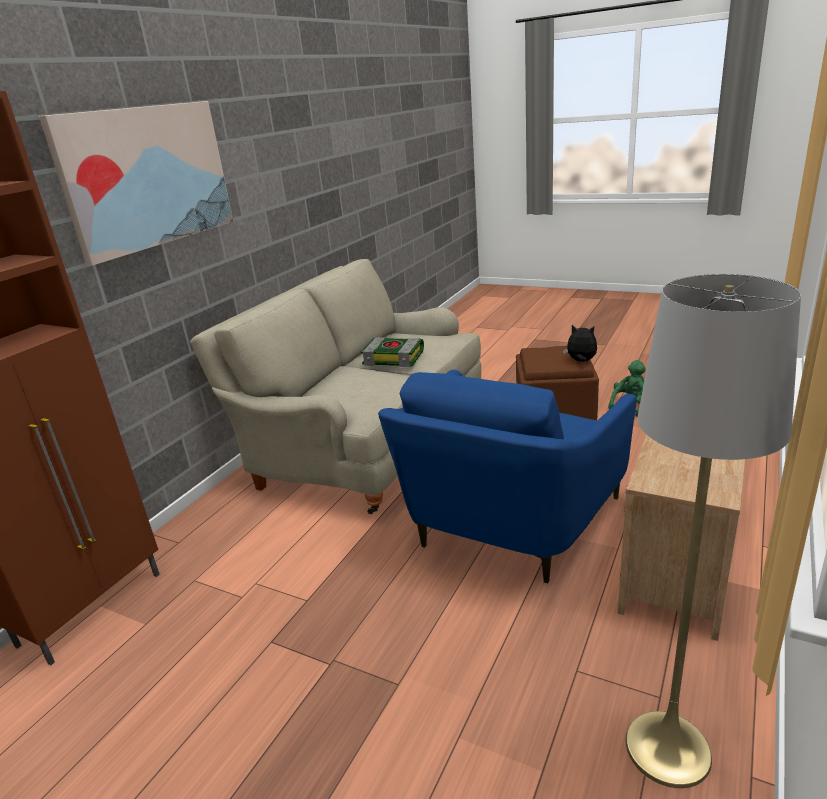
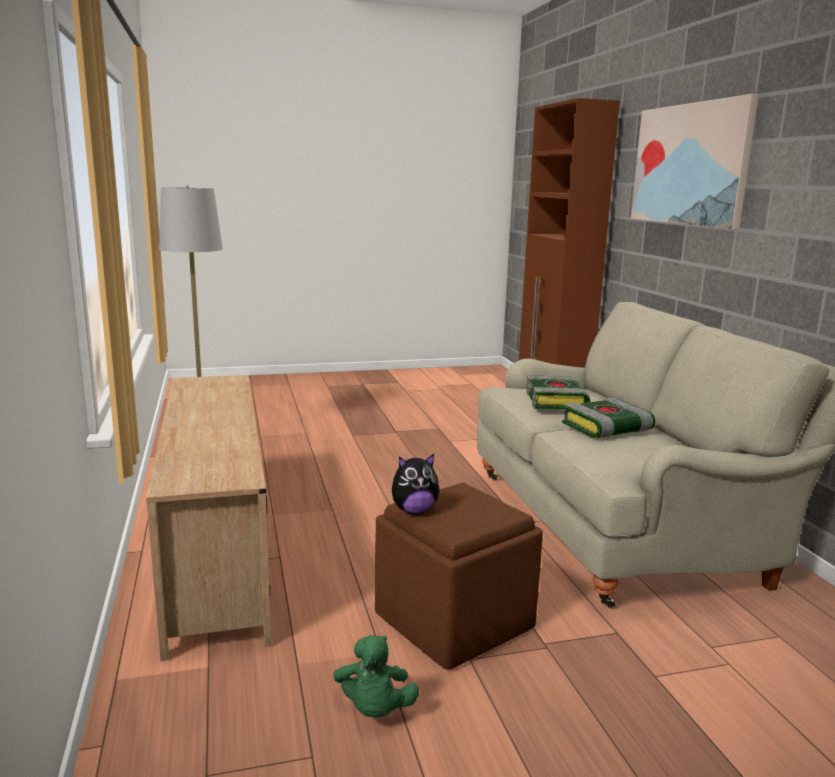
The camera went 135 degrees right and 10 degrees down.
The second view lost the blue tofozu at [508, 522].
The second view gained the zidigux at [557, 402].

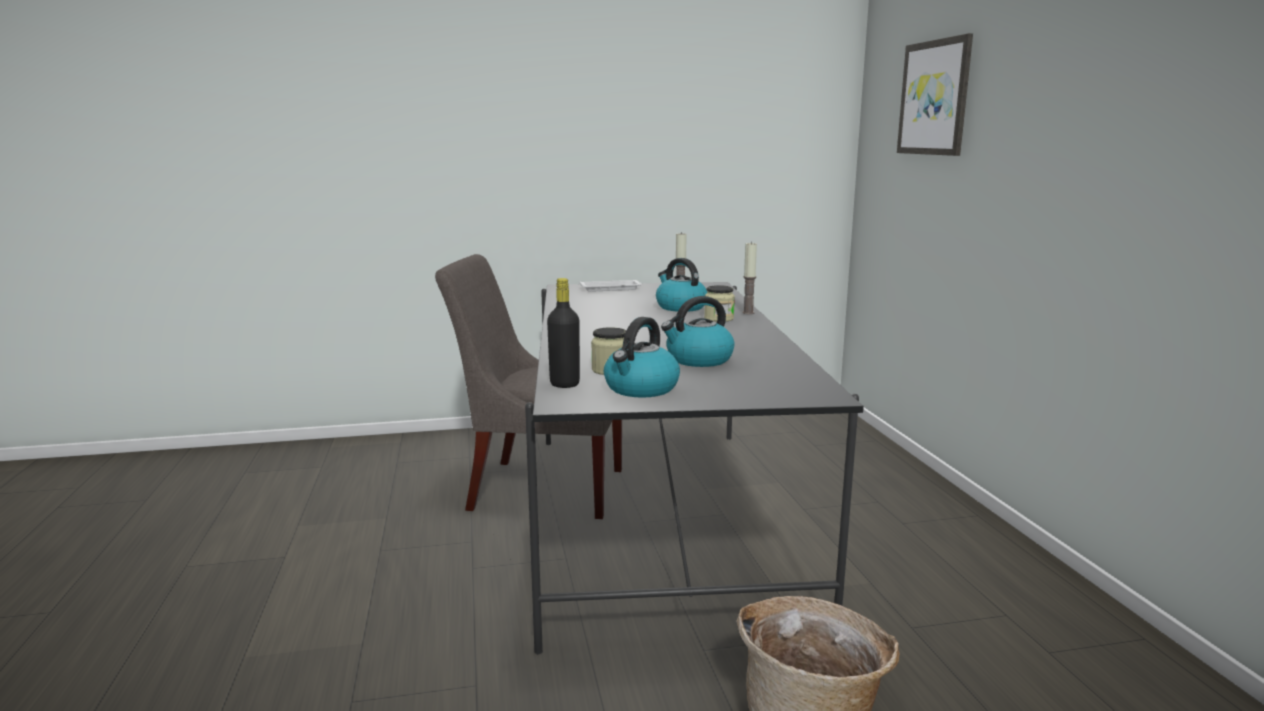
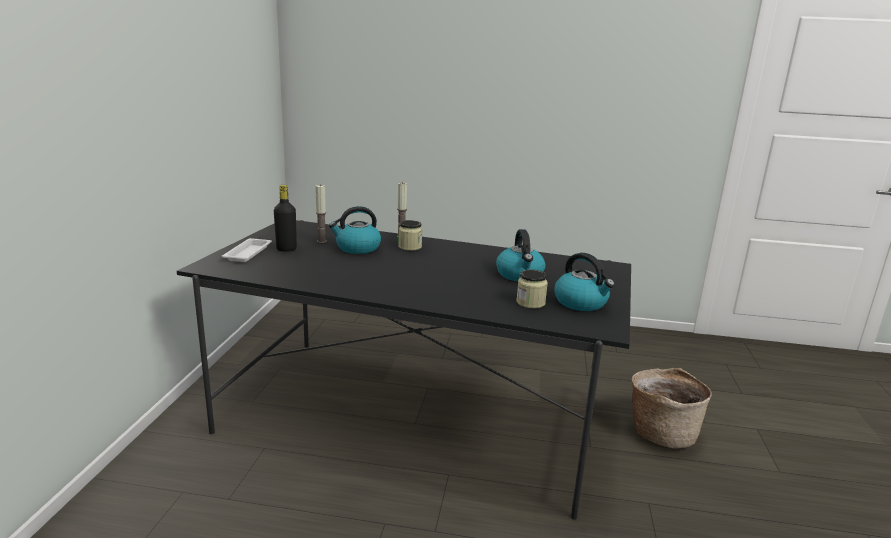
The camera went 70 degrees left and 5 degrees up.
The second view lost the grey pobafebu at [540, 487].
The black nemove ended up elsewhere, having gone from [564, 384] to [286, 249].
The second view lost the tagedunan at [935, 98].

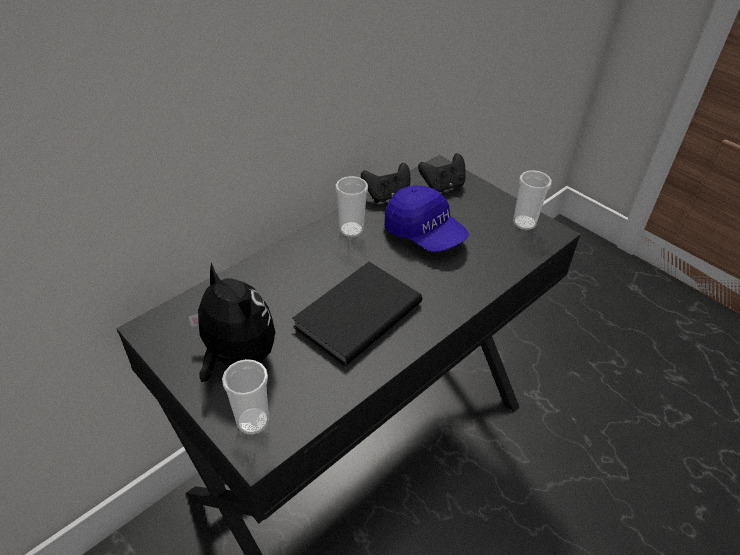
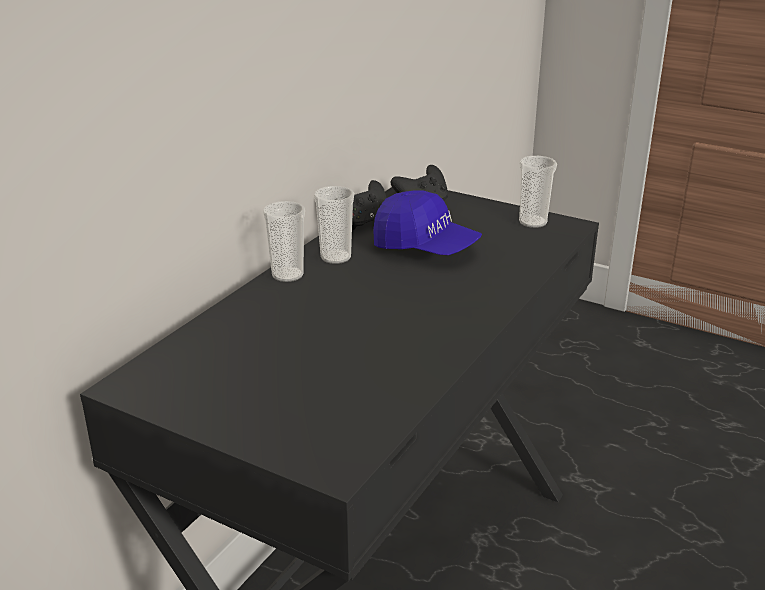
The camera went 15 degrees left and 15 degrees down.
The second view lost the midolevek at [236, 357].
The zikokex ended up elsewhere, having gone from [253, 421] to [287, 275].
The second view lost the black zidigux at [355, 314].

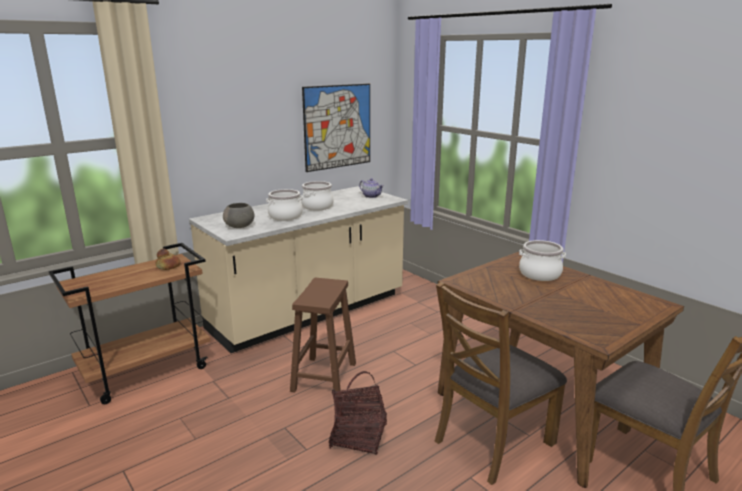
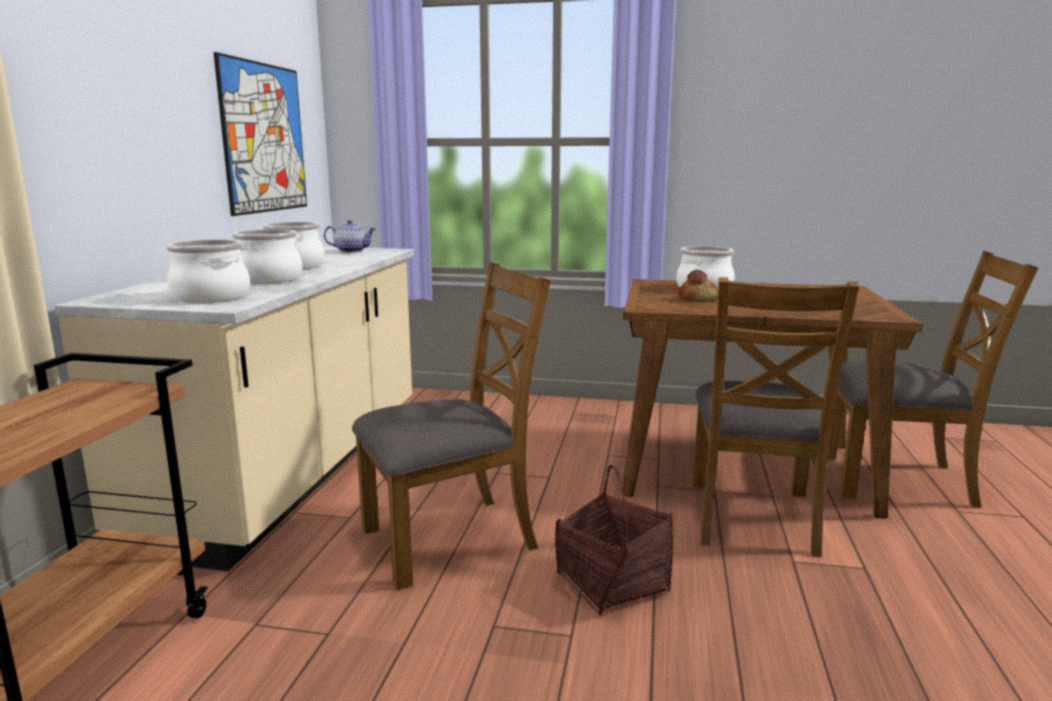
The camera went 40 degrees left and 5 degrees down.
The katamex ended up elsewhere, having gone from [168, 266] to [698, 298].
Where the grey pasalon stood at [240, 226], the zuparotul came to stand at [212, 297].
Where the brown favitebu stood at [324, 377], the brown pobafebu came to stand at [450, 538].

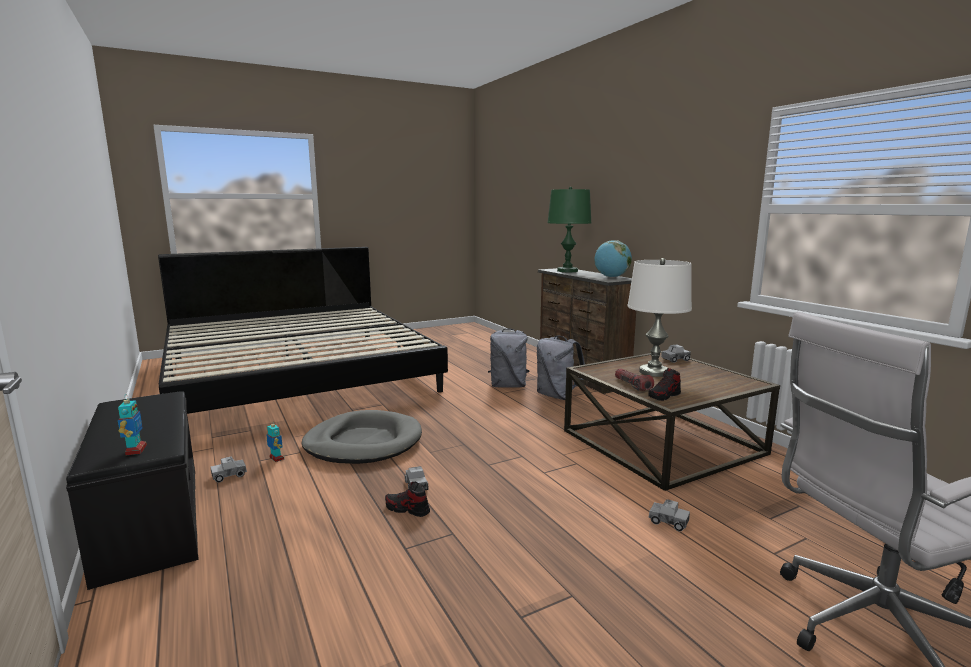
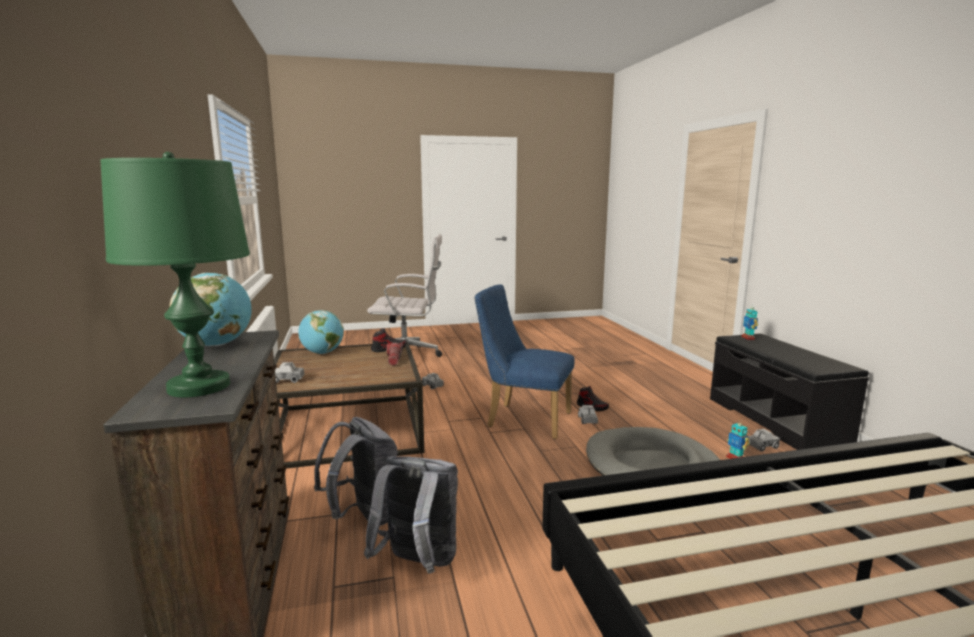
The camera went 165 degrees left and 0 degrees up.
The second view lost the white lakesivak at [654, 372].
The second view gained the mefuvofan at [322, 353].
The second view gained the blue pobafebu at [522, 419].

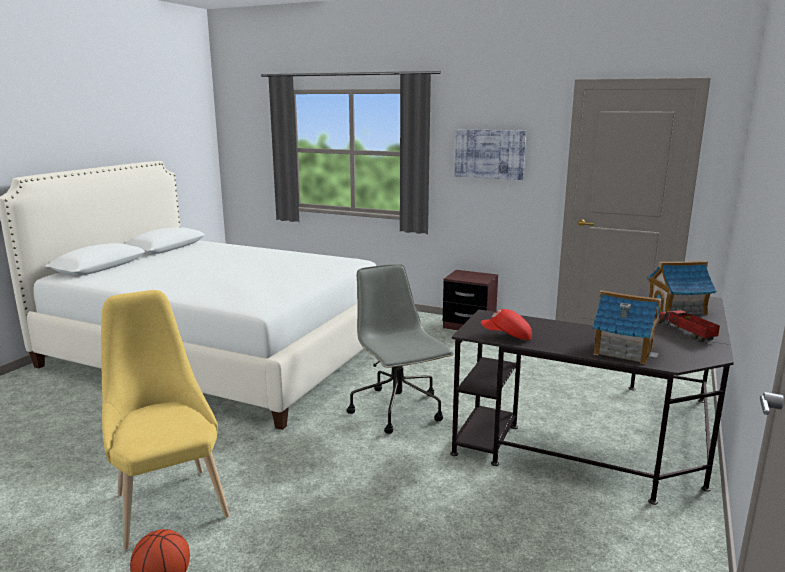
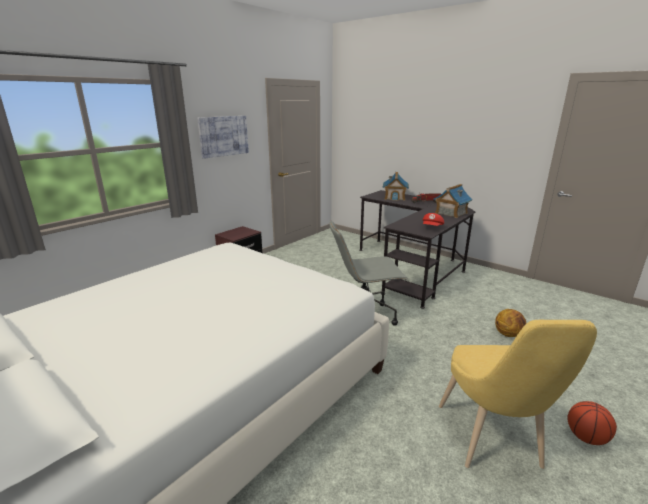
The camera went 75 degrees left and 5 degrees up.
The yellow pobafebu at [168, 501] ended up facing another way, 75 degrees counterclockwise from before.
The second view gained the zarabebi at [508, 334].

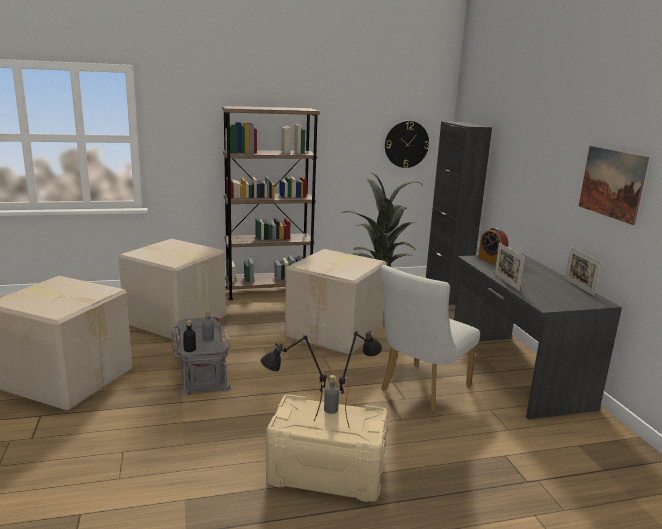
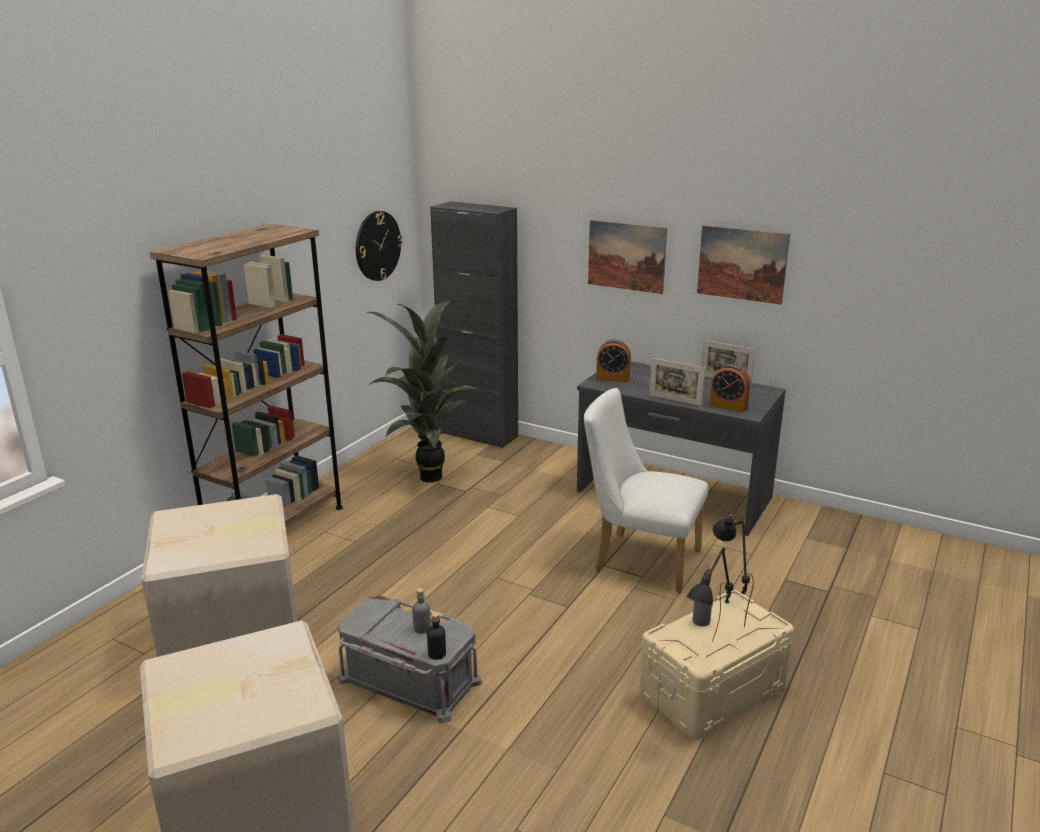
The camera went 45 degrees left and 5 degrees up.
The second view lost the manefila at [335, 333].
The white pobafebu at [421, 390] ended up facing another way, 120 degrees clockwise from before.
The second view gained the tagedunan at [626, 256].
The second view gained the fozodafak at [728, 406].

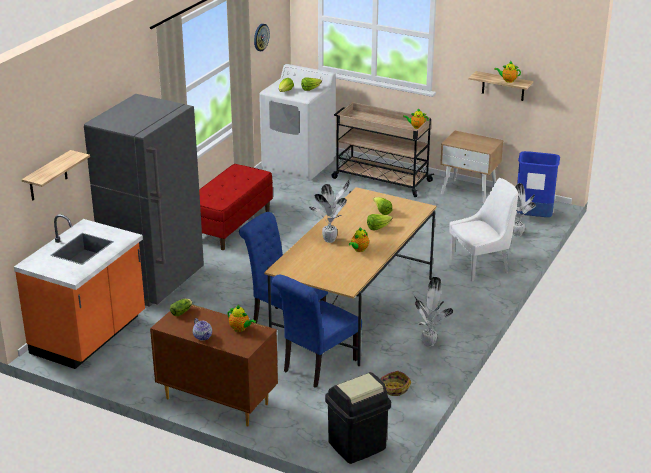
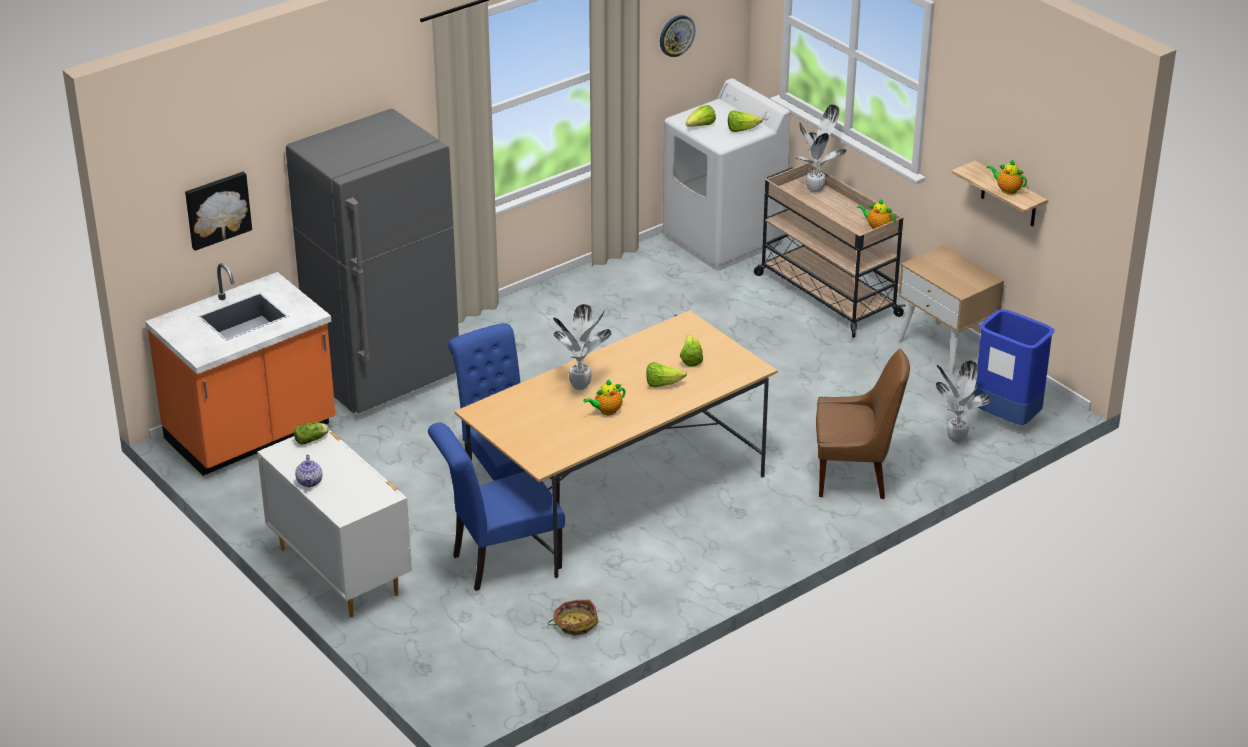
The camera went 25 degrees right and 5 degrees up.
Where the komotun hung at [48, 176], the tagedunan came to hang at [217, 209].
What was the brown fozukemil at [216, 400] turned into the white fozukemil at [339, 570].
The second view lost the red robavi at [230, 225].
The second view lost the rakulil at [240, 329].
The second view lost the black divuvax at [357, 446].
The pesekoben ended up elsewhere, having gone from [429, 343] to [816, 189].
What was the white pobafebu at [481, 266] turned into the brown pobafebu at [854, 476].

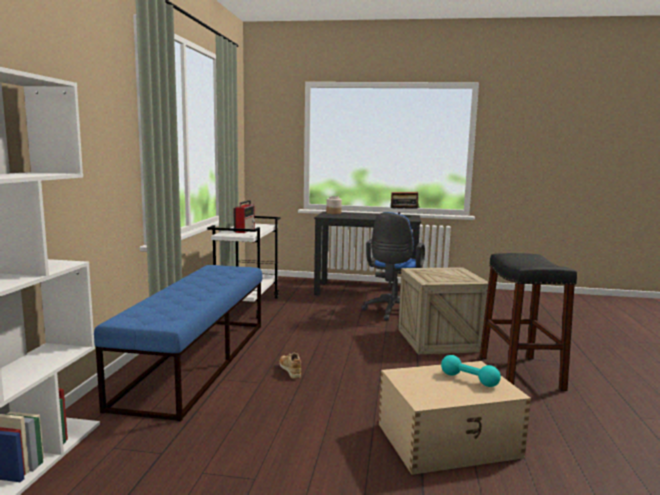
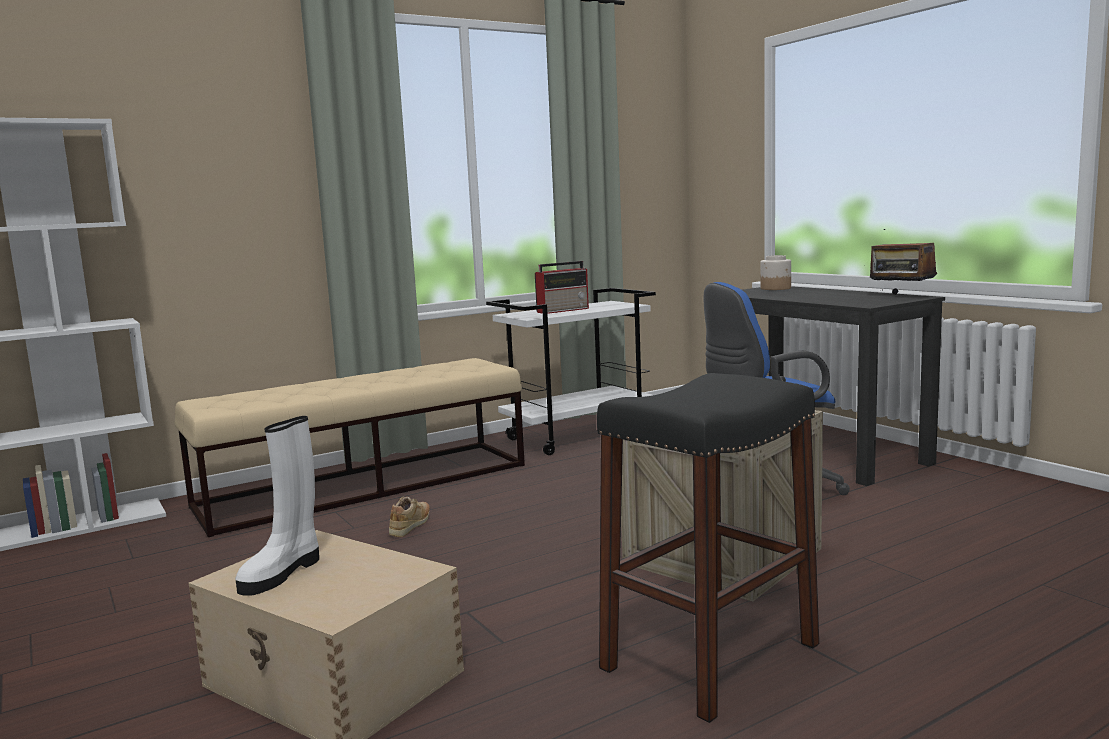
The camera went 50 degrees right and 0 degrees up.
What was the blue robavi at [197, 360] turned into the beige robavi at [365, 485].
The second view lost the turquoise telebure at [469, 380].
The second view gained the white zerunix at [282, 573].

